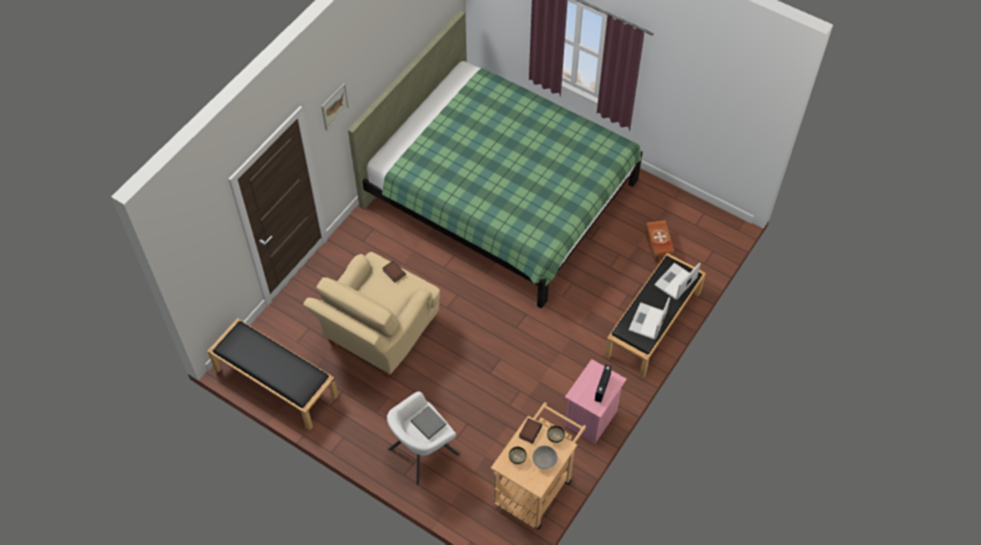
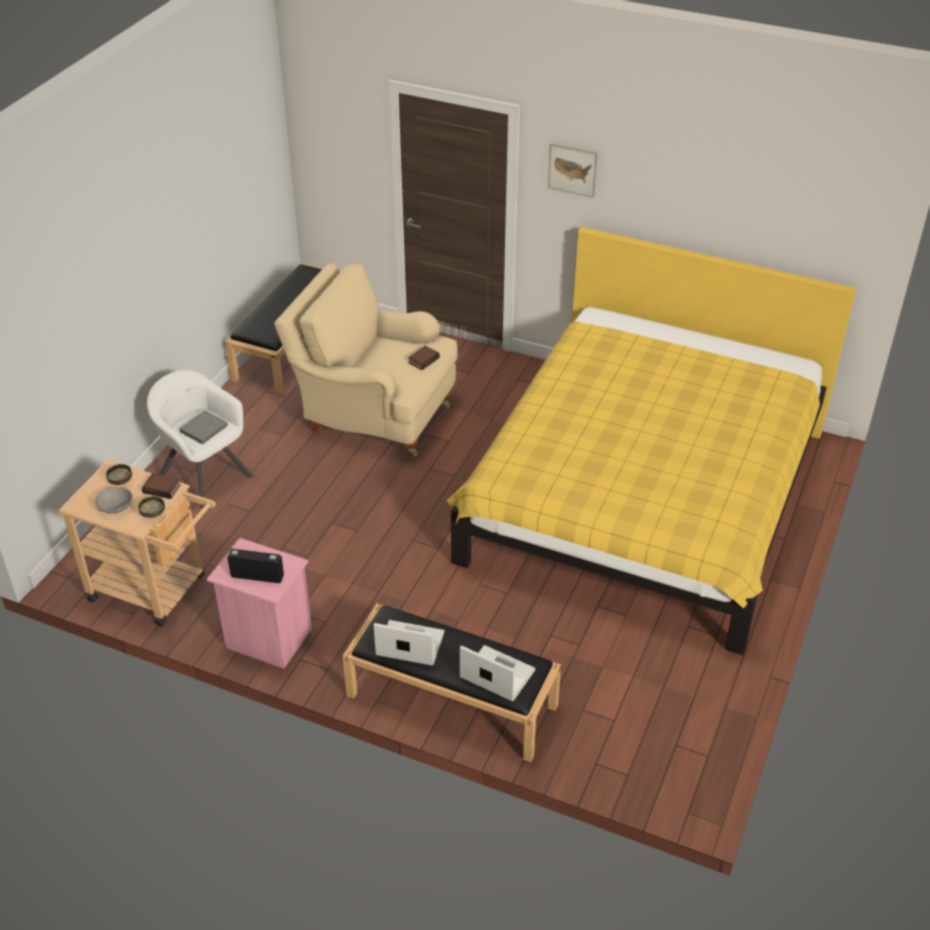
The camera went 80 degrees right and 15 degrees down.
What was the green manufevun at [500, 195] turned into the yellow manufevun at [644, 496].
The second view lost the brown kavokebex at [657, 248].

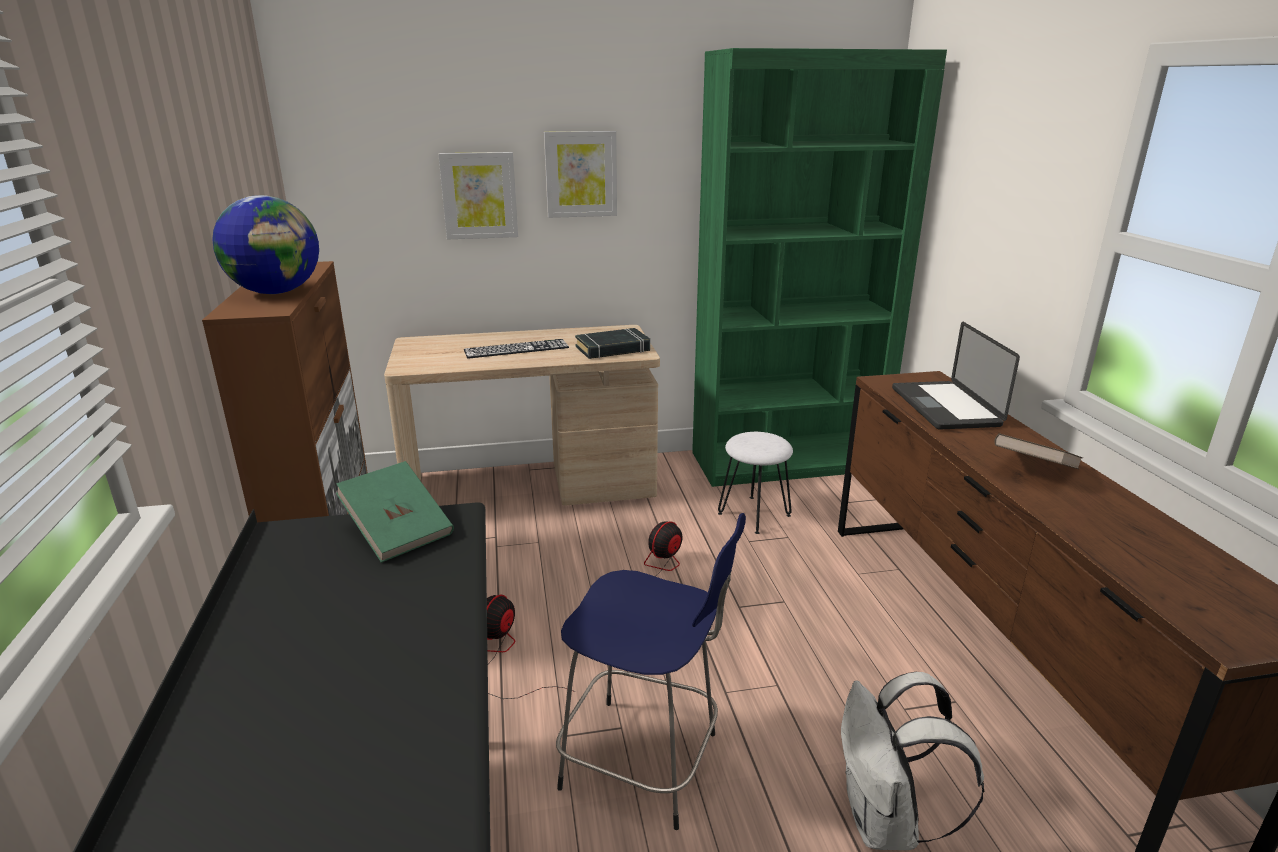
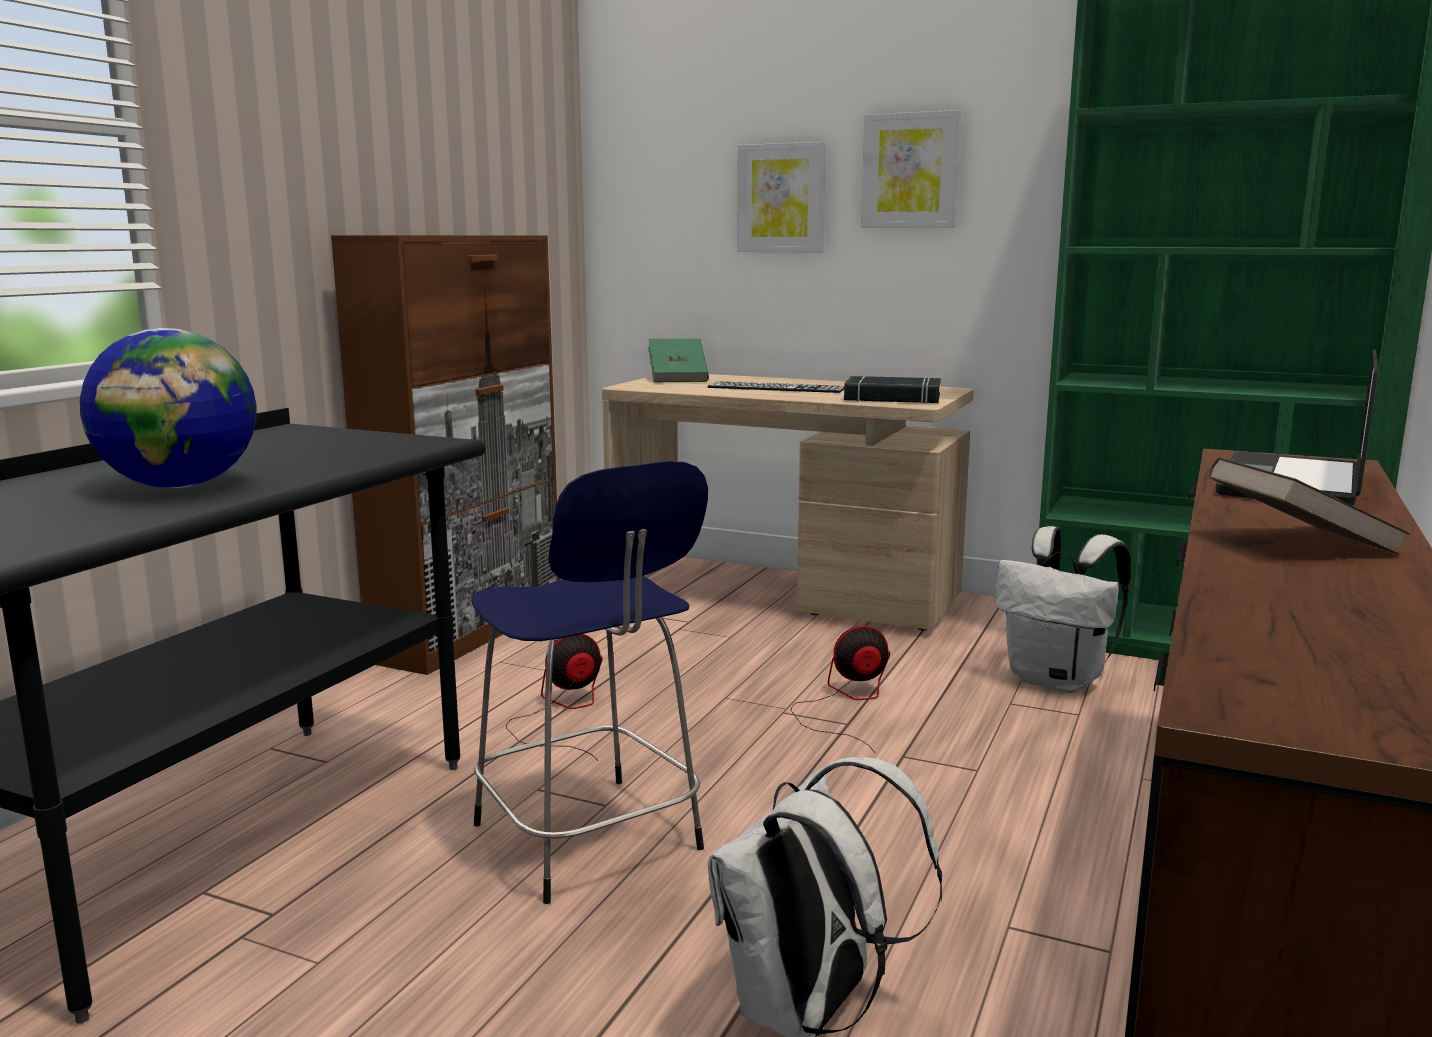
The camera went 35 degrees right and 10 degrees down.
The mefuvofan ended up elsewhere, having gone from [276, 292] to [181, 486].
The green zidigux ended up elsewhere, having gone from [398, 531] to [678, 378].
Where the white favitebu stood at [754, 514], the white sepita came to stand at [1058, 681].

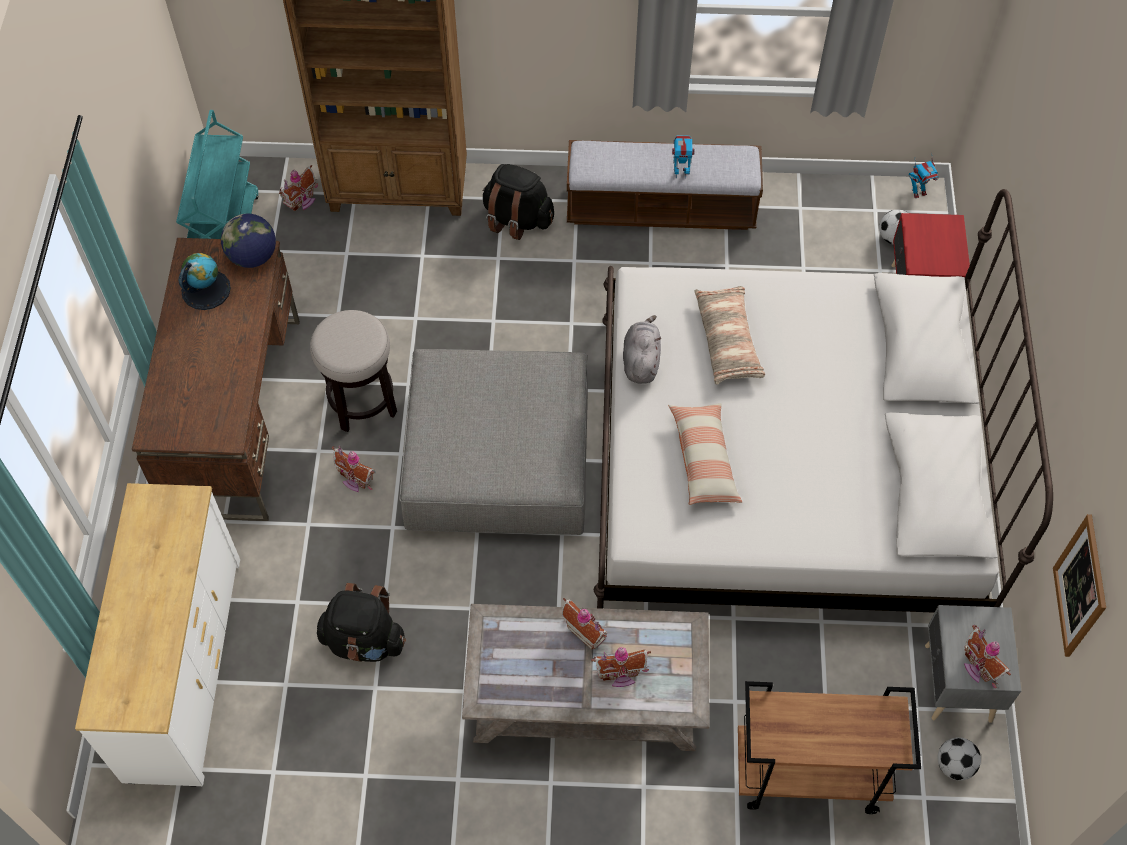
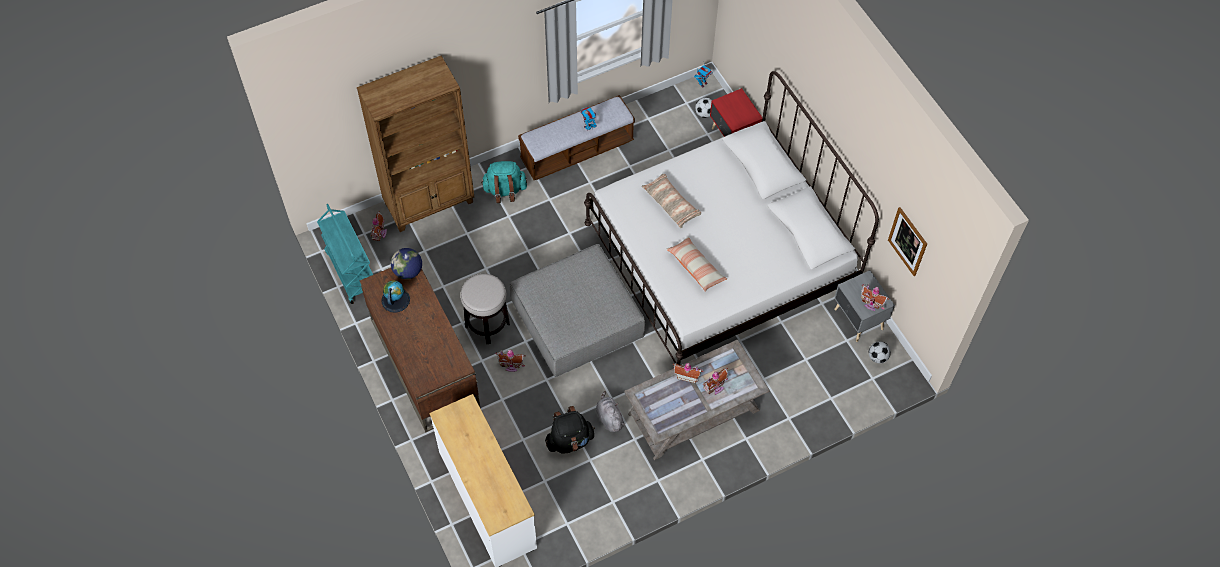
The camera went 30 degrees left and 0 degrees up.
What was the black sepita at [517, 219] turned into the turquoise sepita at [505, 190].
The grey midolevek ended up elsewhere, having gone from [641, 360] to [609, 418].
The second view lost the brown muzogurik at [808, 775].

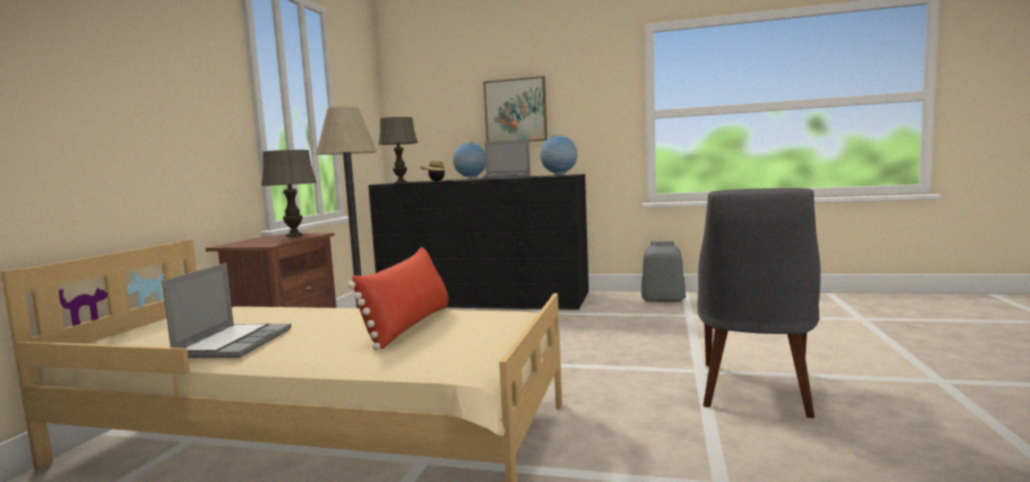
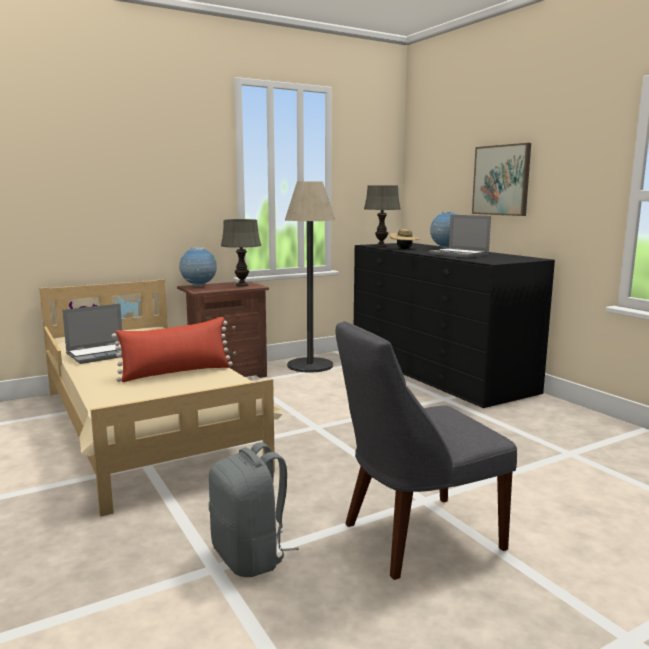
The camera went 45 degrees right and 5 degrees up.
The mefuvofan ended up elsewhere, having gone from [559, 175] to [198, 286].
The grey sepita ended up elsewhere, having gone from [663, 300] to [250, 557].

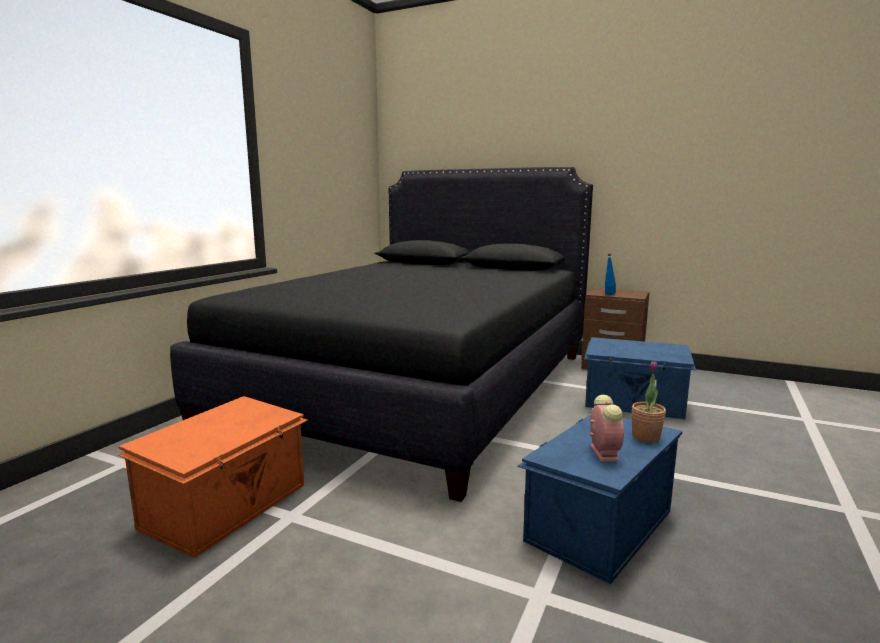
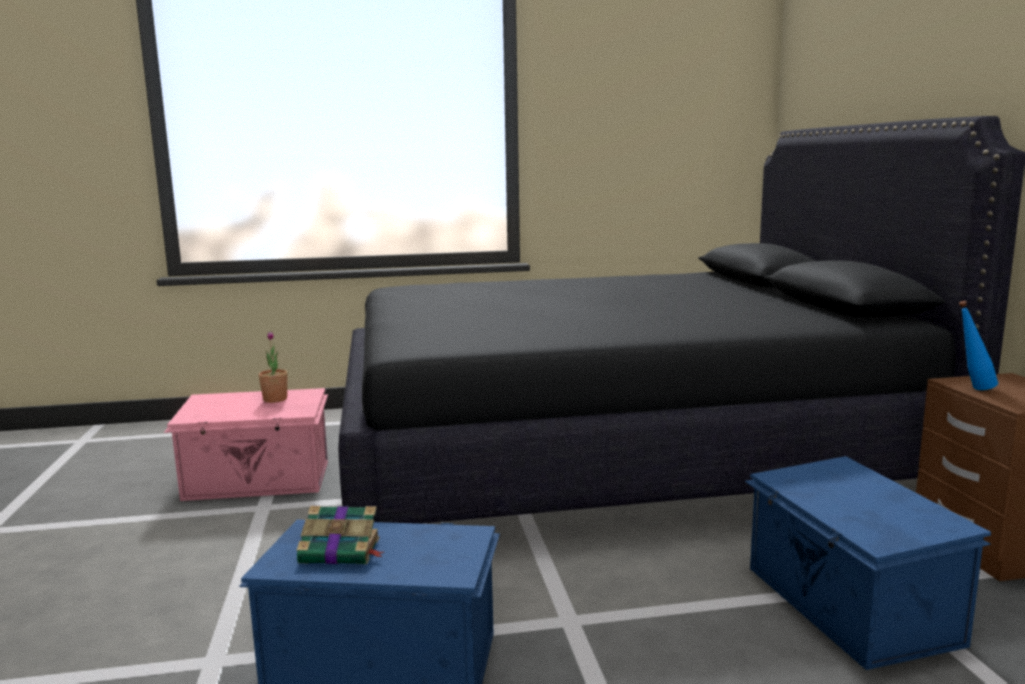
The camera went 55 degrees right and 0 degrees up.
What was the orange kavokebex at [228, 506] turned into the pink kavokebex at [258, 481].
Where the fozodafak stood at [603, 452], the zidigux came to stand at [341, 551].
The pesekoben ended up elsewhere, having gone from [646, 437] to [275, 399].

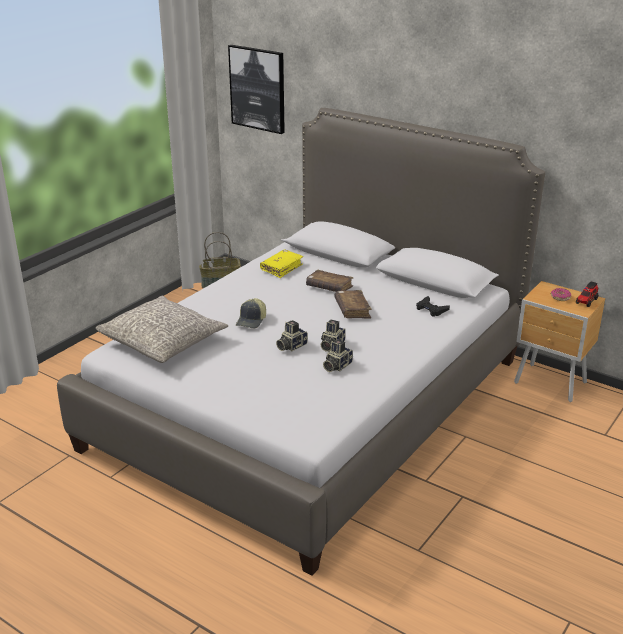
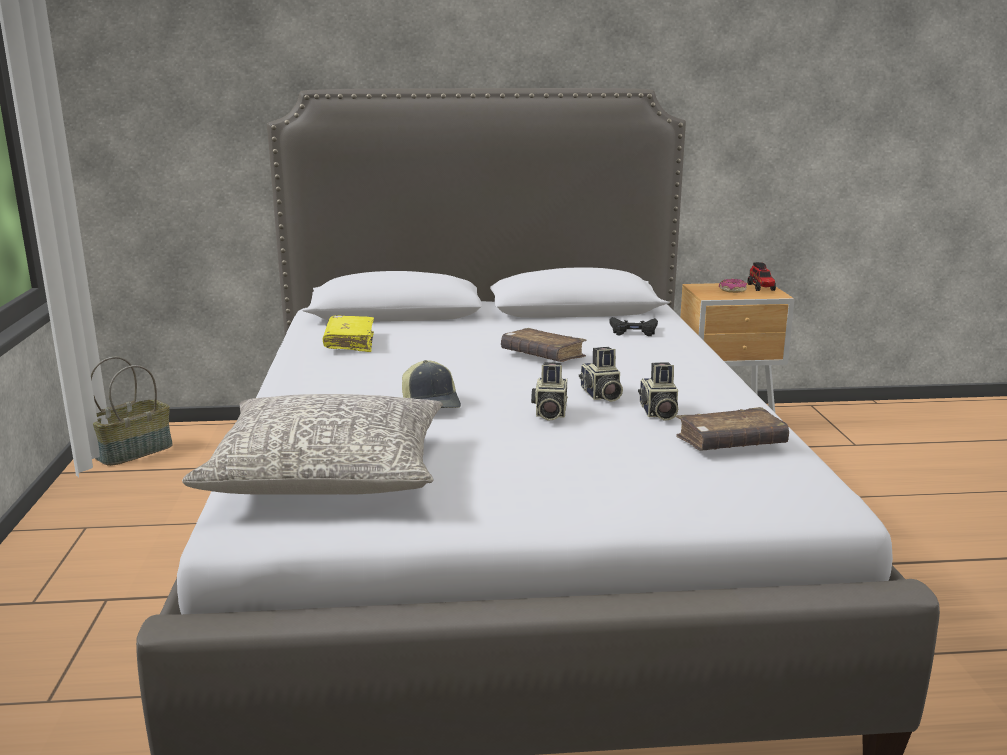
The camera went 40 degrees left and 10 degrees down.
The second view lost the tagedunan at [258, 88].
The brown zidigux ended up elsewhere, having gone from [329, 287] to [730, 443].

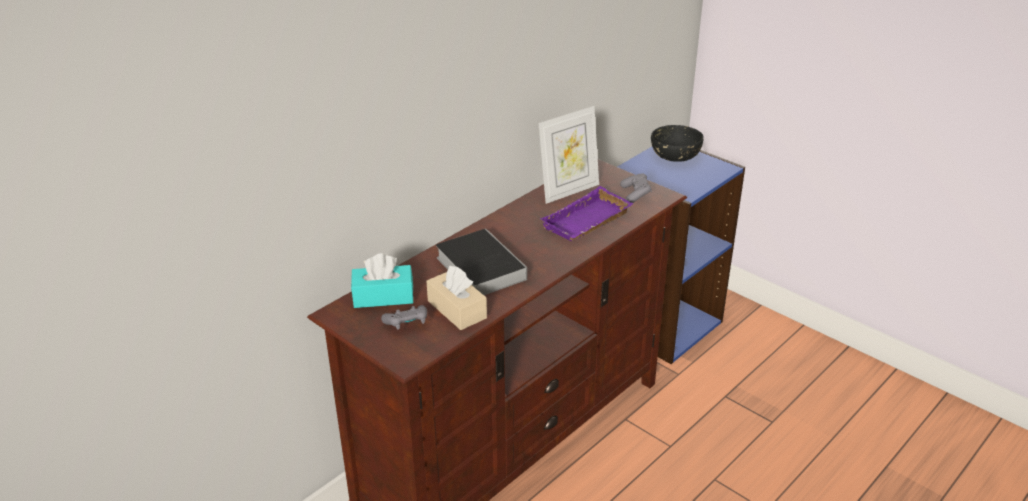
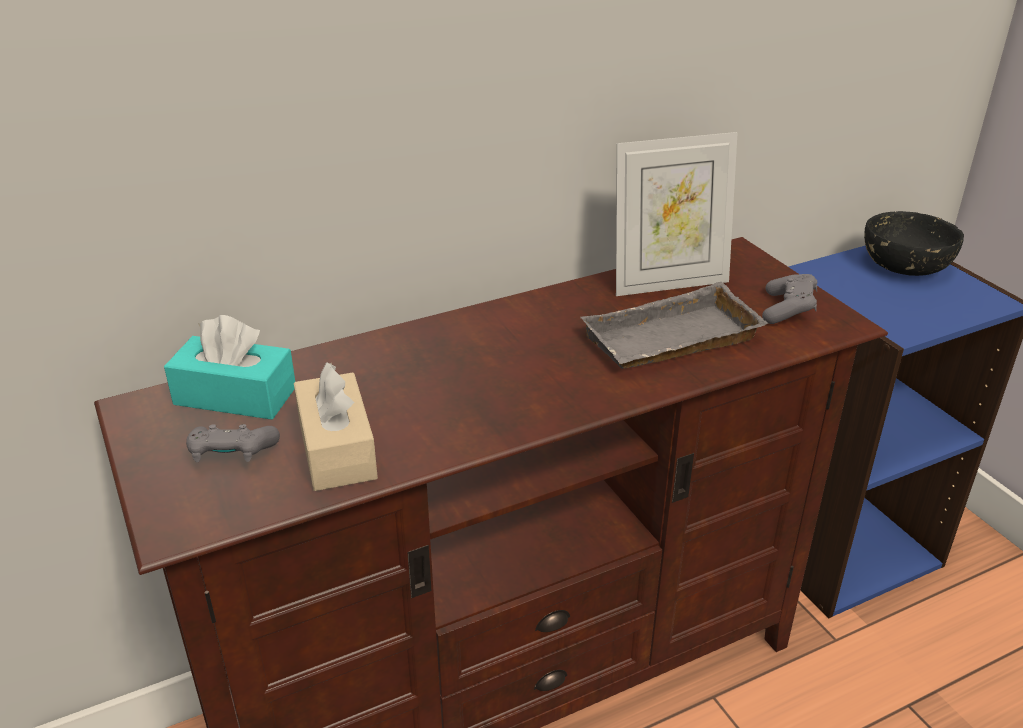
The camera went 20 degrees right and 0 degrees up.
The second view lost the zidigux at [478, 267].
What was the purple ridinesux at [587, 222] turned into the grey ridinesux at [672, 342].

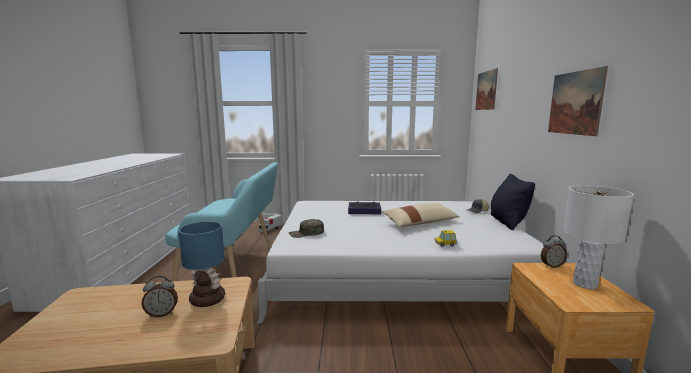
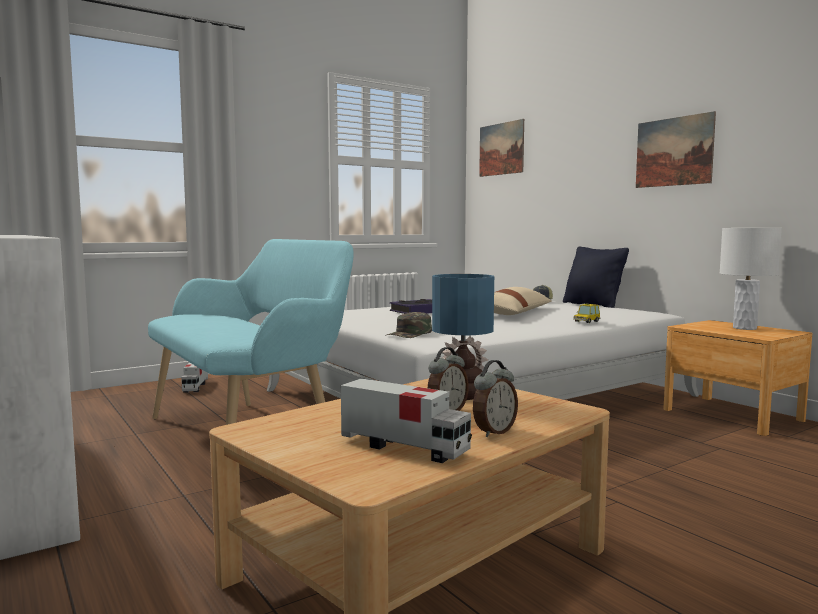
The camera went 35 degrees left and 5 degrees down.
The fozodafak ended up elsewhere, having gone from [551, 265] to [493, 432].
The second view gained the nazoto at [405, 447].

